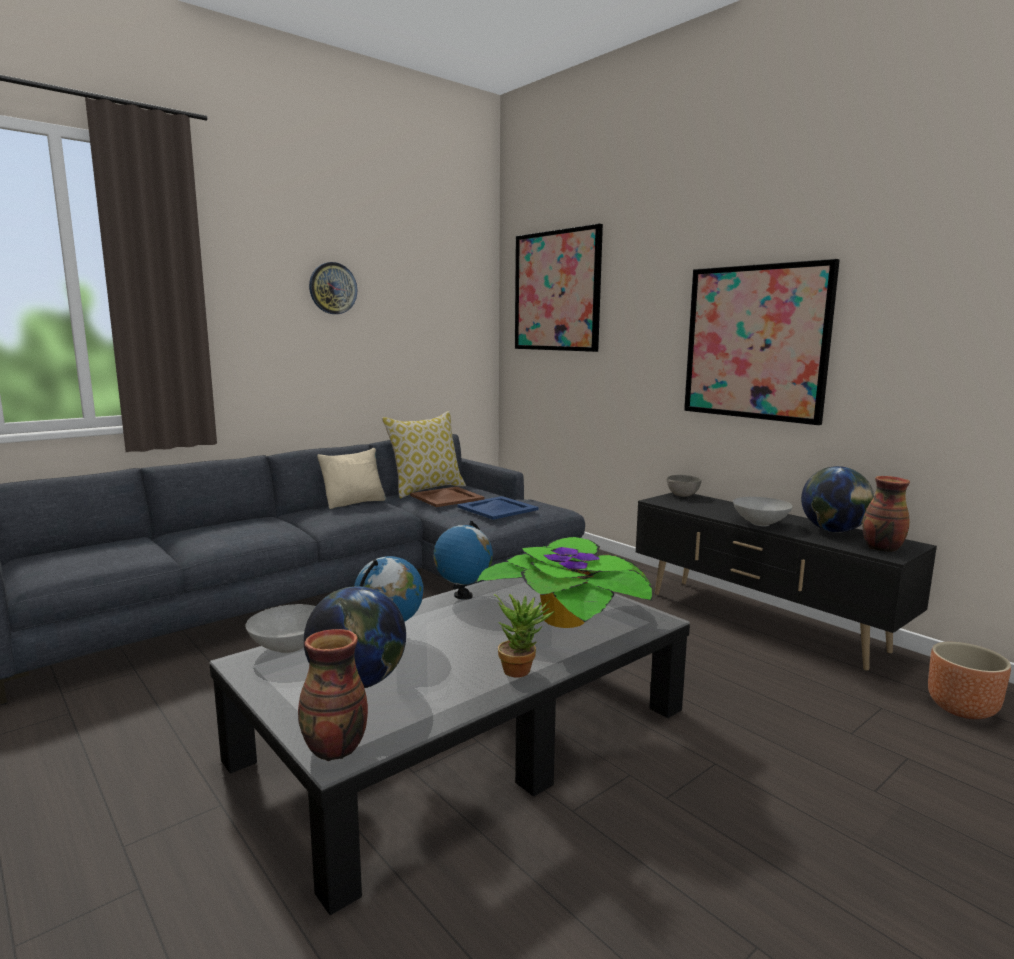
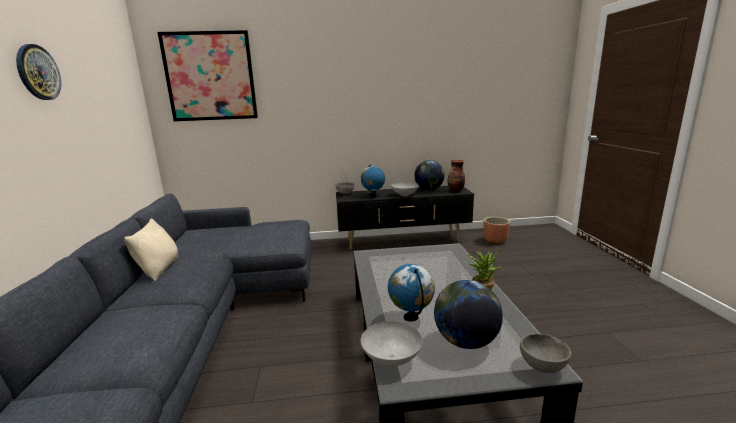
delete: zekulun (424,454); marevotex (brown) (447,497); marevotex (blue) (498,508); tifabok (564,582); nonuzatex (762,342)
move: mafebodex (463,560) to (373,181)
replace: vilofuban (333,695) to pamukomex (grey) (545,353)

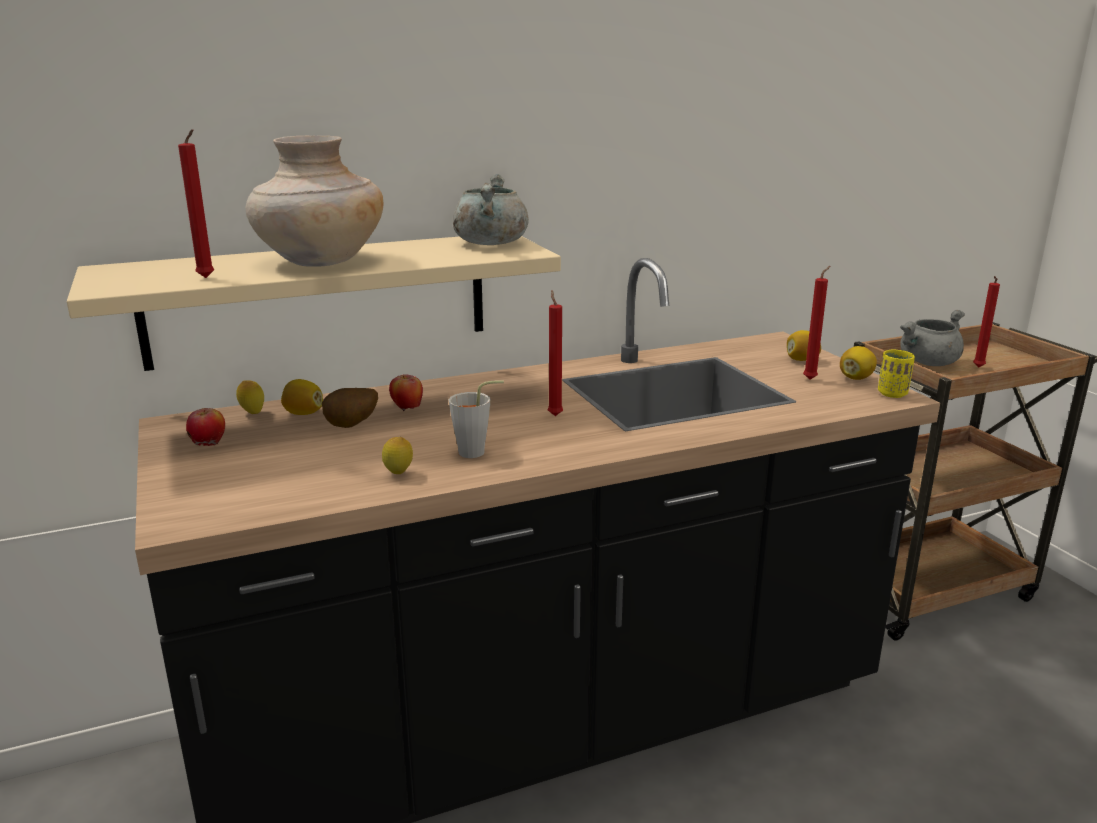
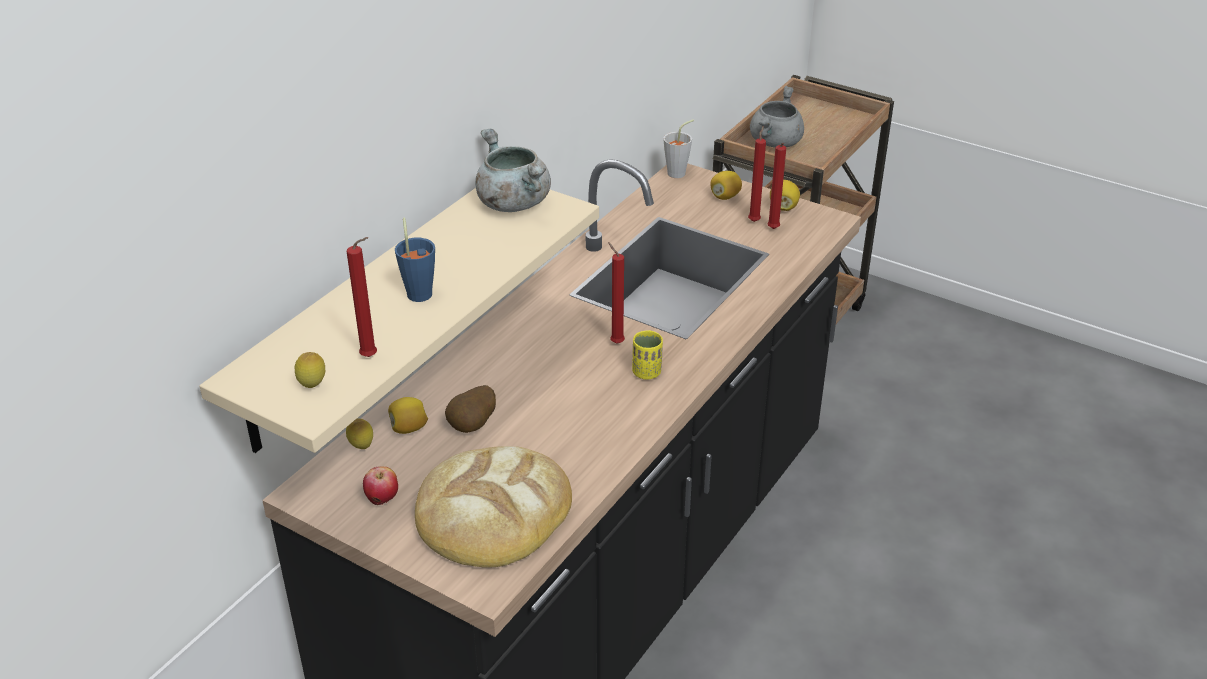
delete: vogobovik (406,392)
insert: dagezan (493,507)
move: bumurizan (397,455) to (310,370); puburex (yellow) (896,374) to (647,355); puburex (grey) (476,419) to (678,148); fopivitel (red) (986,322) to (776,186)
replace: vilofuban (beige) (314,201) to puburex (blue) (415,260)

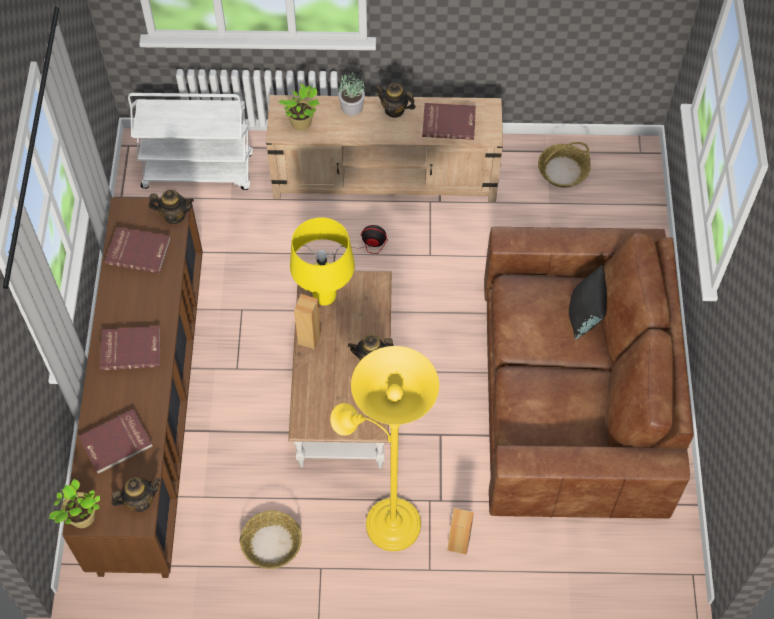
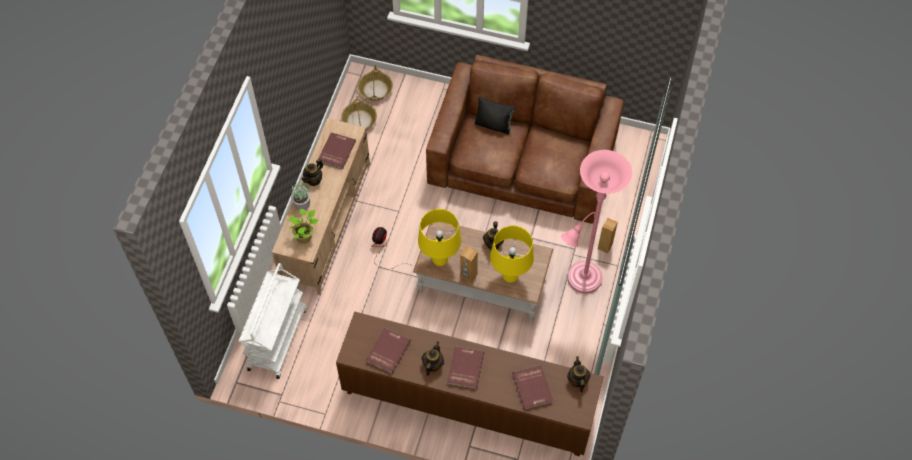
delete: tifabok (74,503)
insert: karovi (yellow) (512,254)
move: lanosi (271,539) to (375,83); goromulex (171,207) to (433,358)
recolor: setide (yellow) (384,448) to setide (pink) (596,221)

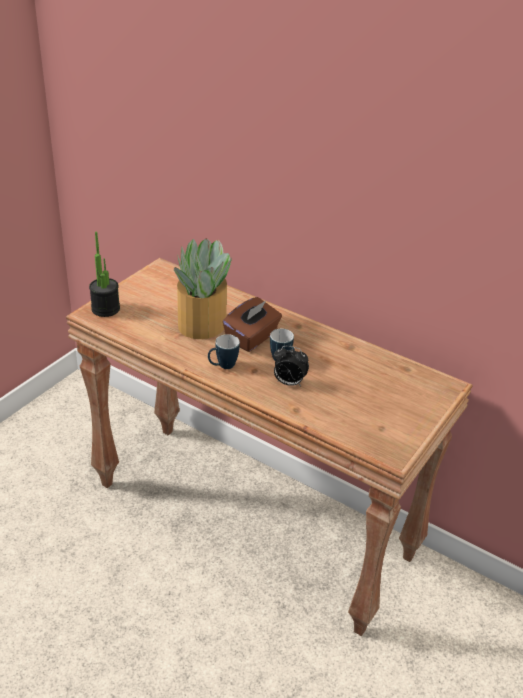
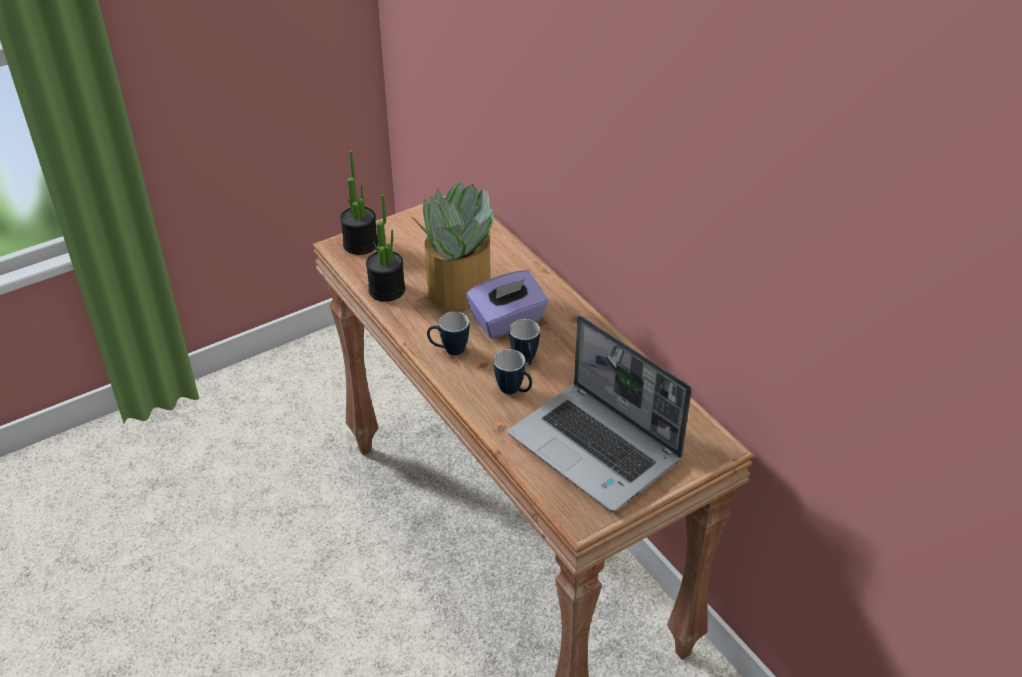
insert: tifabok (385,248); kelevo (600,413)
replace: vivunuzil (291,366) to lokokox (513,371)
recolor: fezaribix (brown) (252,324) to fezaribix (purple) (507,304)

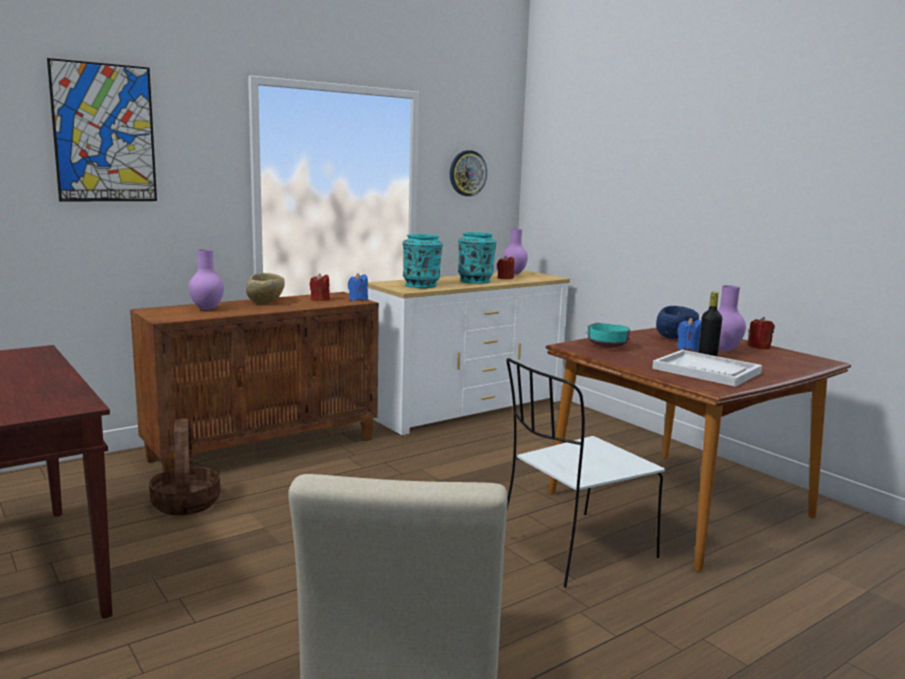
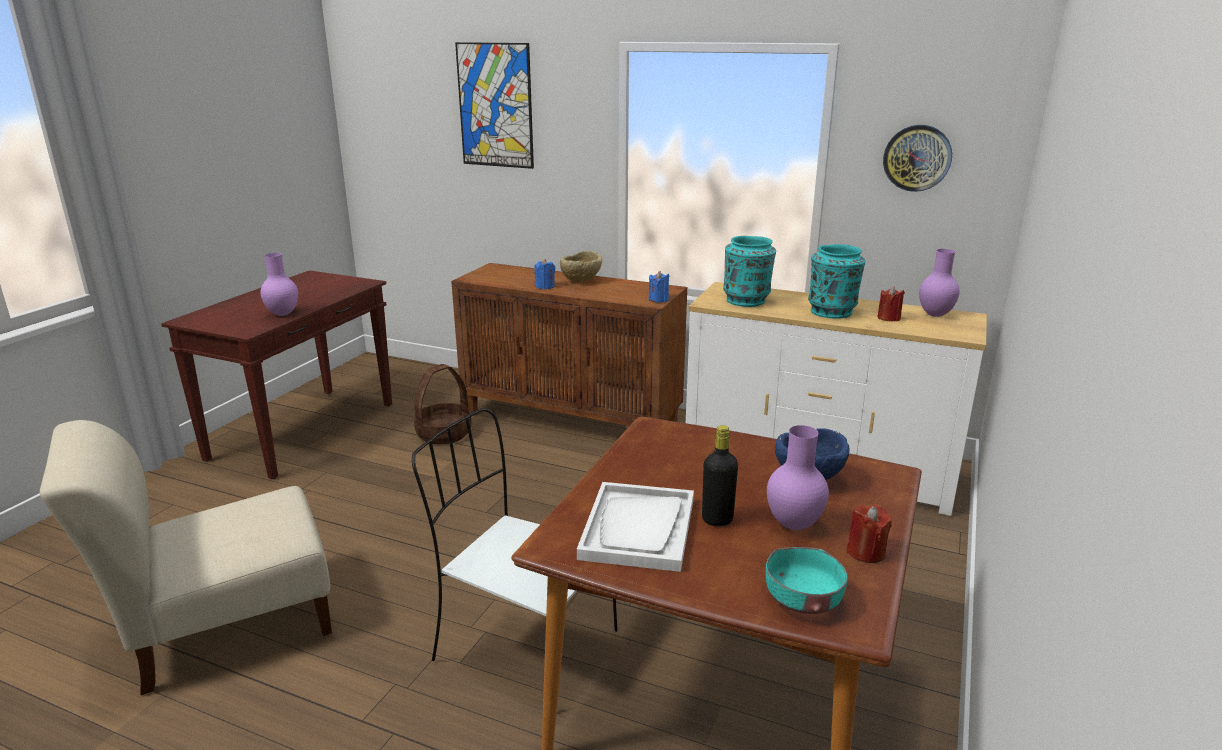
delete: fopivitel (red) (320,287)
move: vilofuban (purple) (206,279) to (279,284); fopivitel (blue) (689,334) to (544,274); pamukomex (turquoise) (608,335) to (807,580)

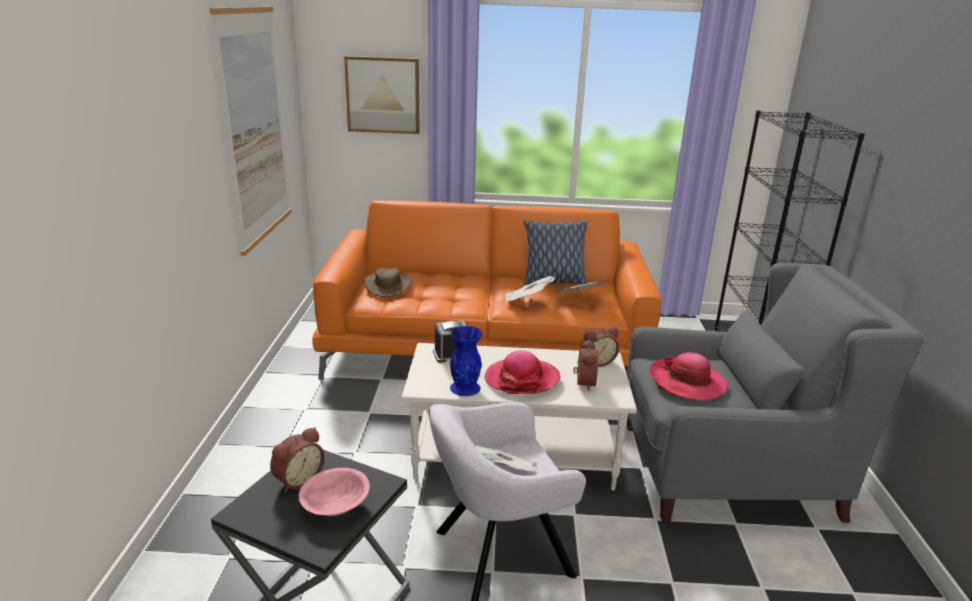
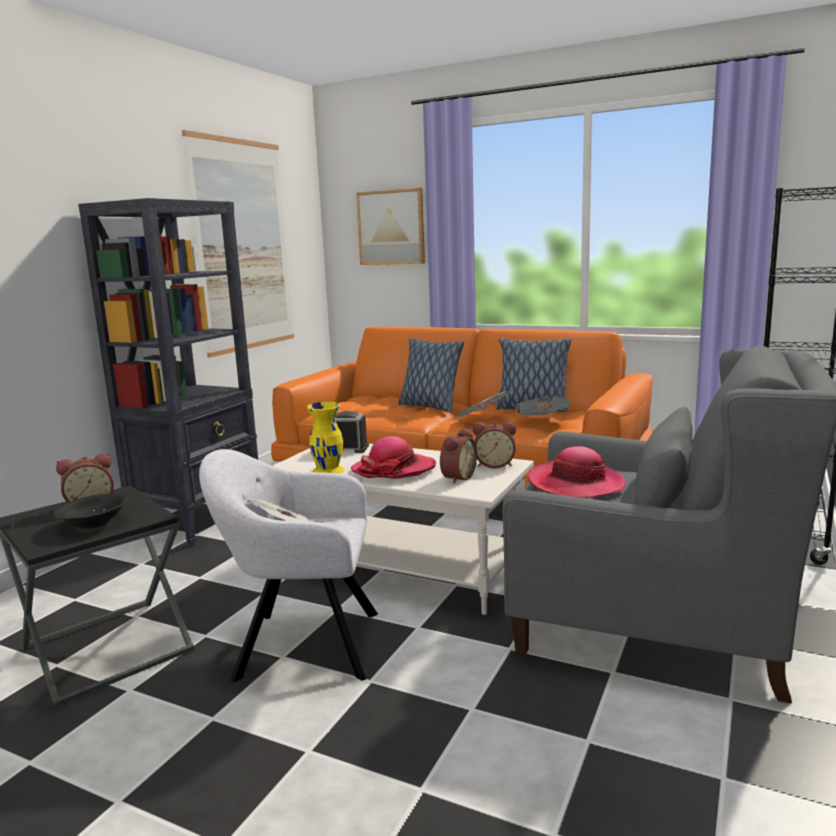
delete: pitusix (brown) (387,282)
insert: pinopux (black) (168,372); zekulun (431,375)
recolor: pamukomex (pink) (334,492) to pamukomex (black) (90,511); vilofuban (blue) (466,361) to vilofuban (yellow) (326,438)

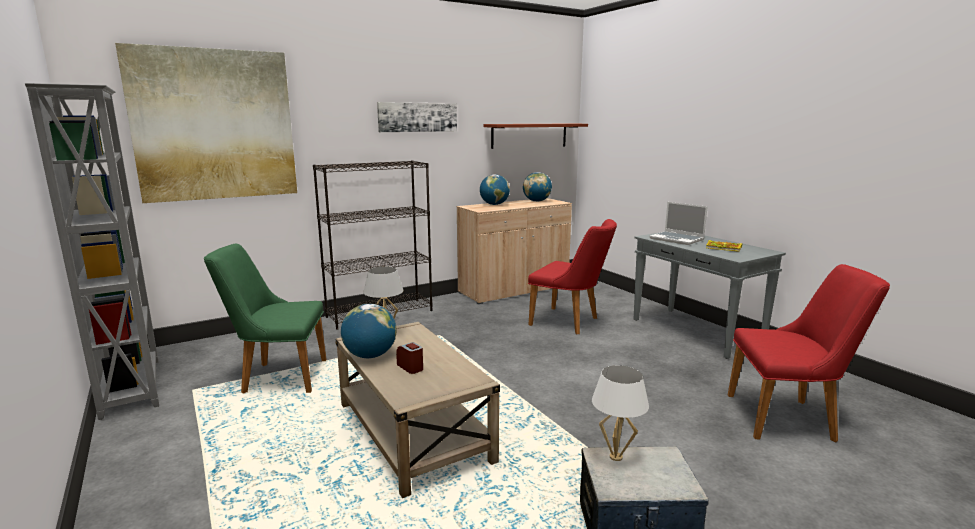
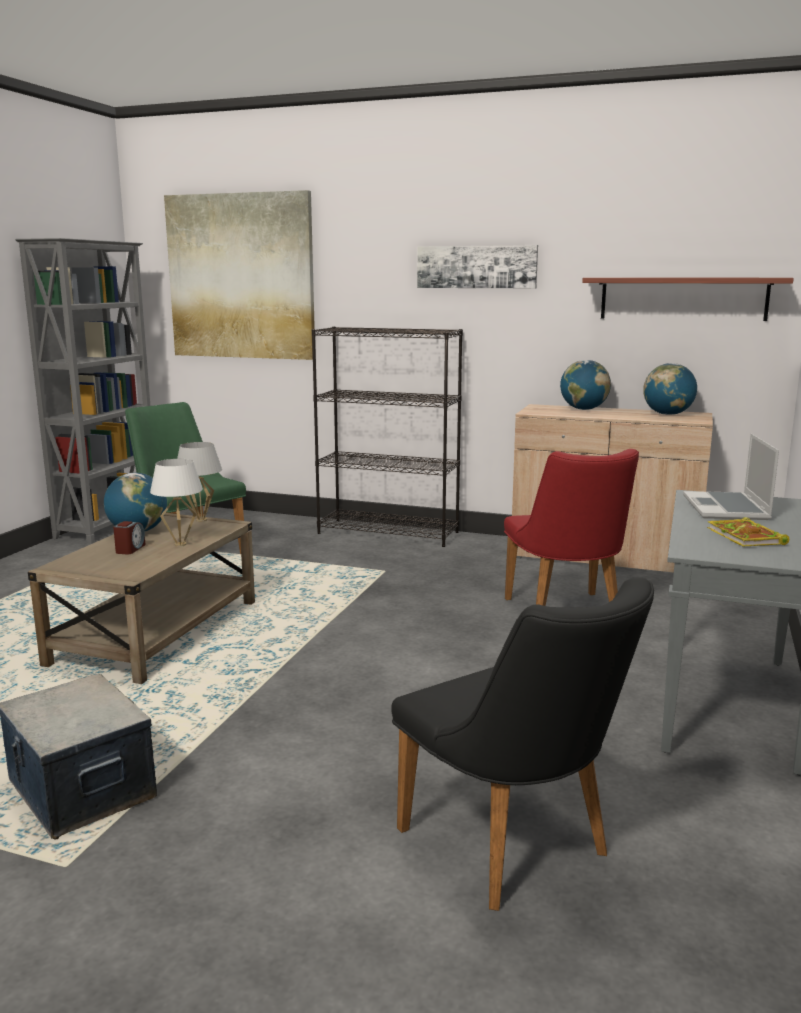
move: karovi (white) (620,413) to (176,503)
recolor: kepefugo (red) (809,353) to kepefugo (black) (522,744)

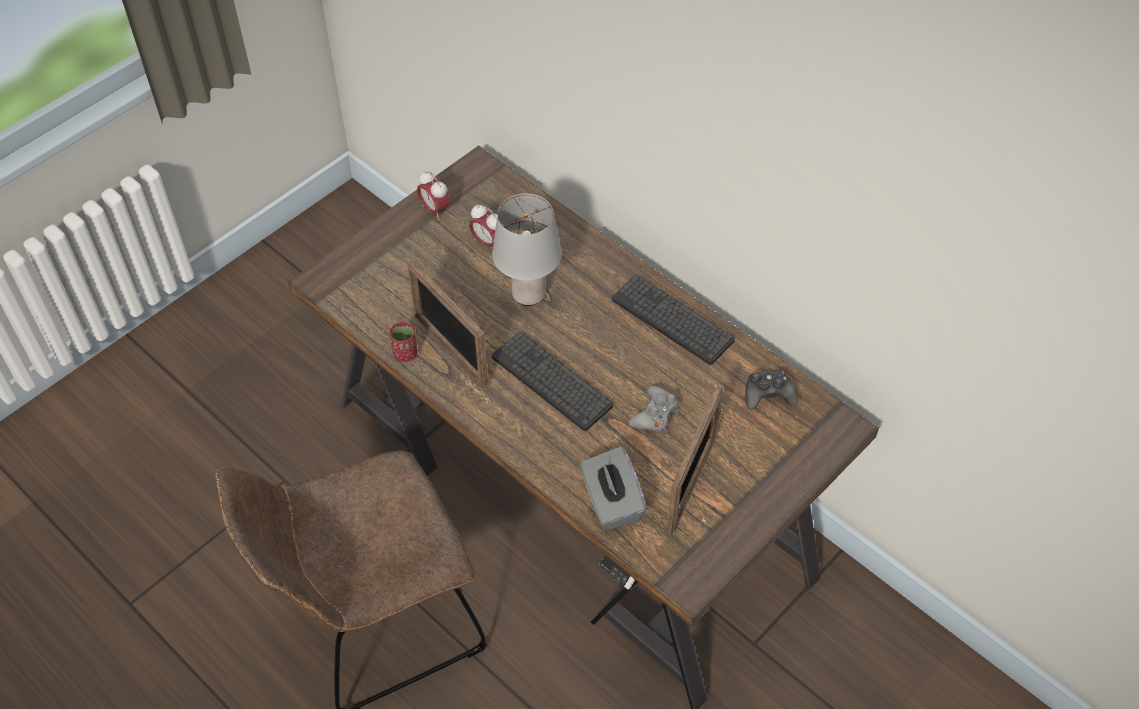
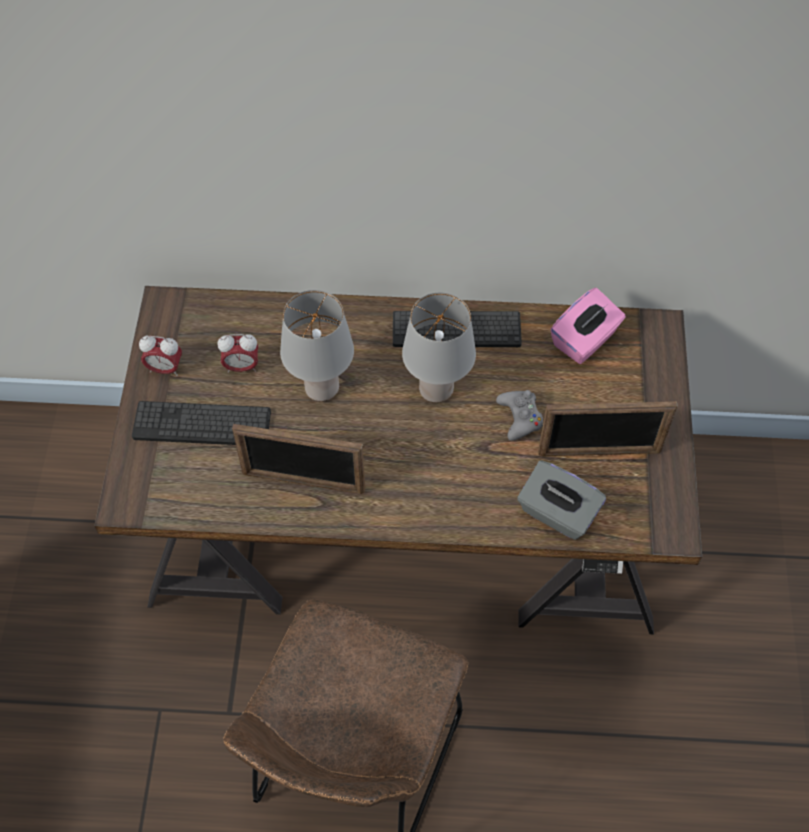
delete: puburex (red) (403,342)
insert: karovi (grey) (439,347)
move: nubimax (552,381) to (201,423)
replace: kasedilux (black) (771,390) to fezaribix (pink) (588,326)
rotate: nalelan (695,460) = (607,429) 105 degrees clockwise

